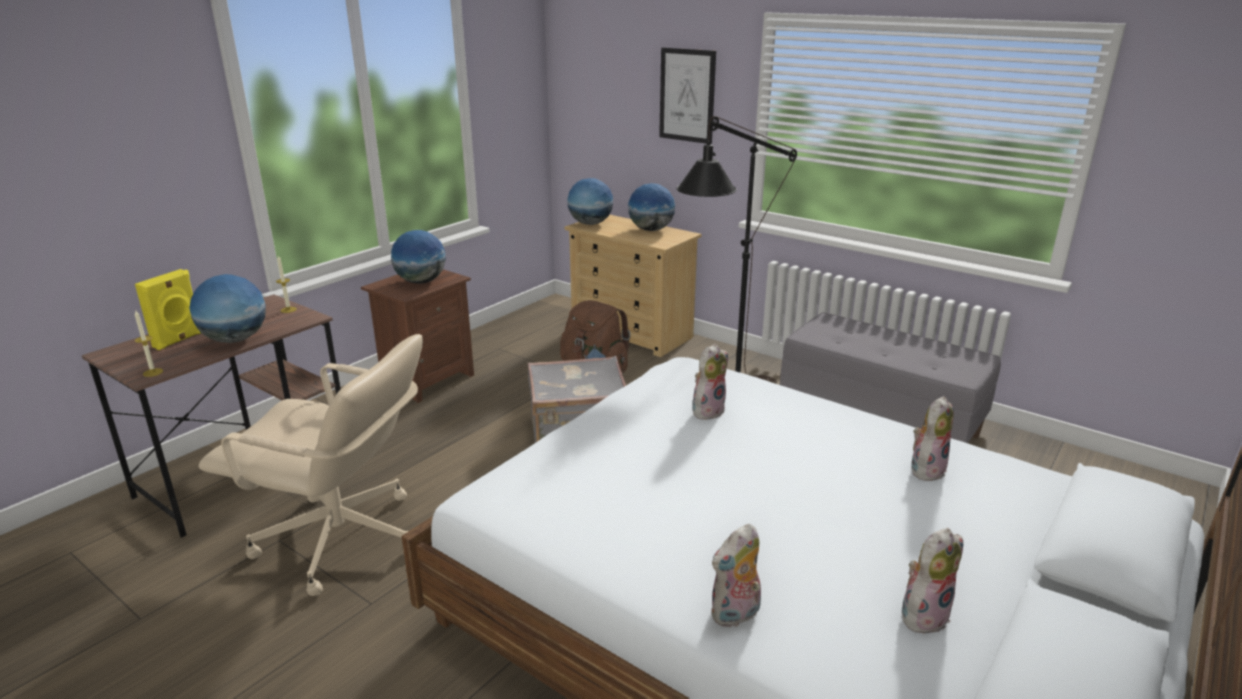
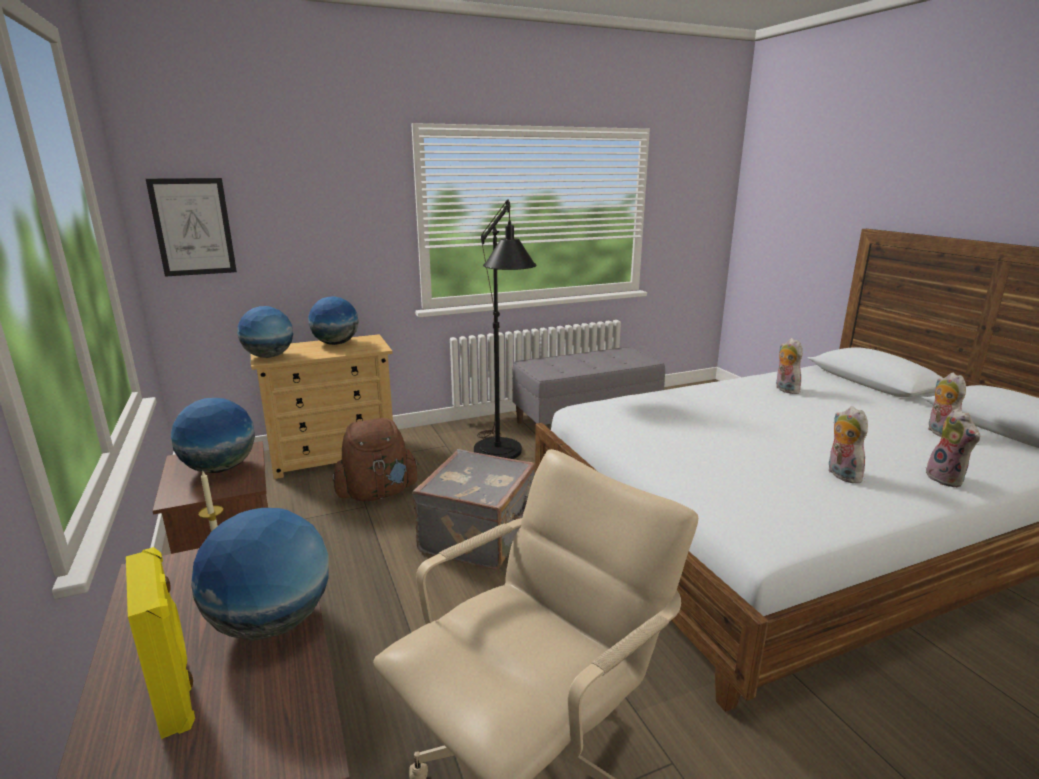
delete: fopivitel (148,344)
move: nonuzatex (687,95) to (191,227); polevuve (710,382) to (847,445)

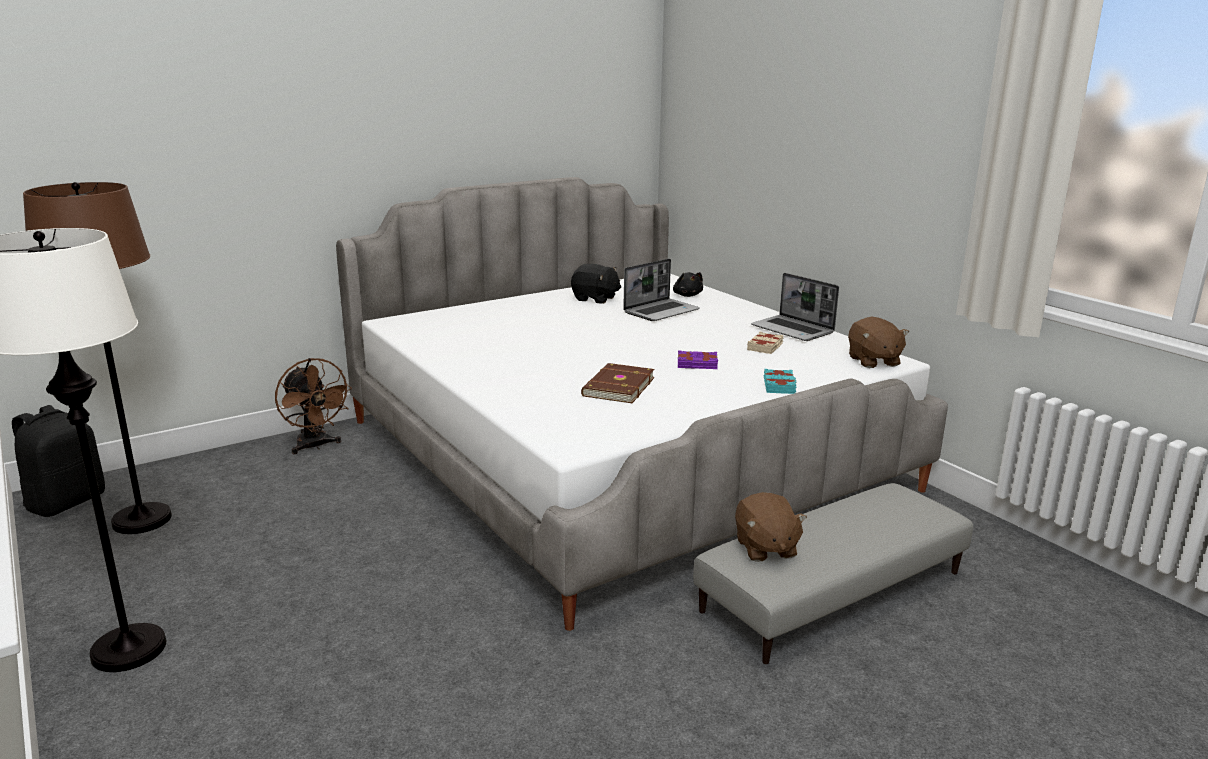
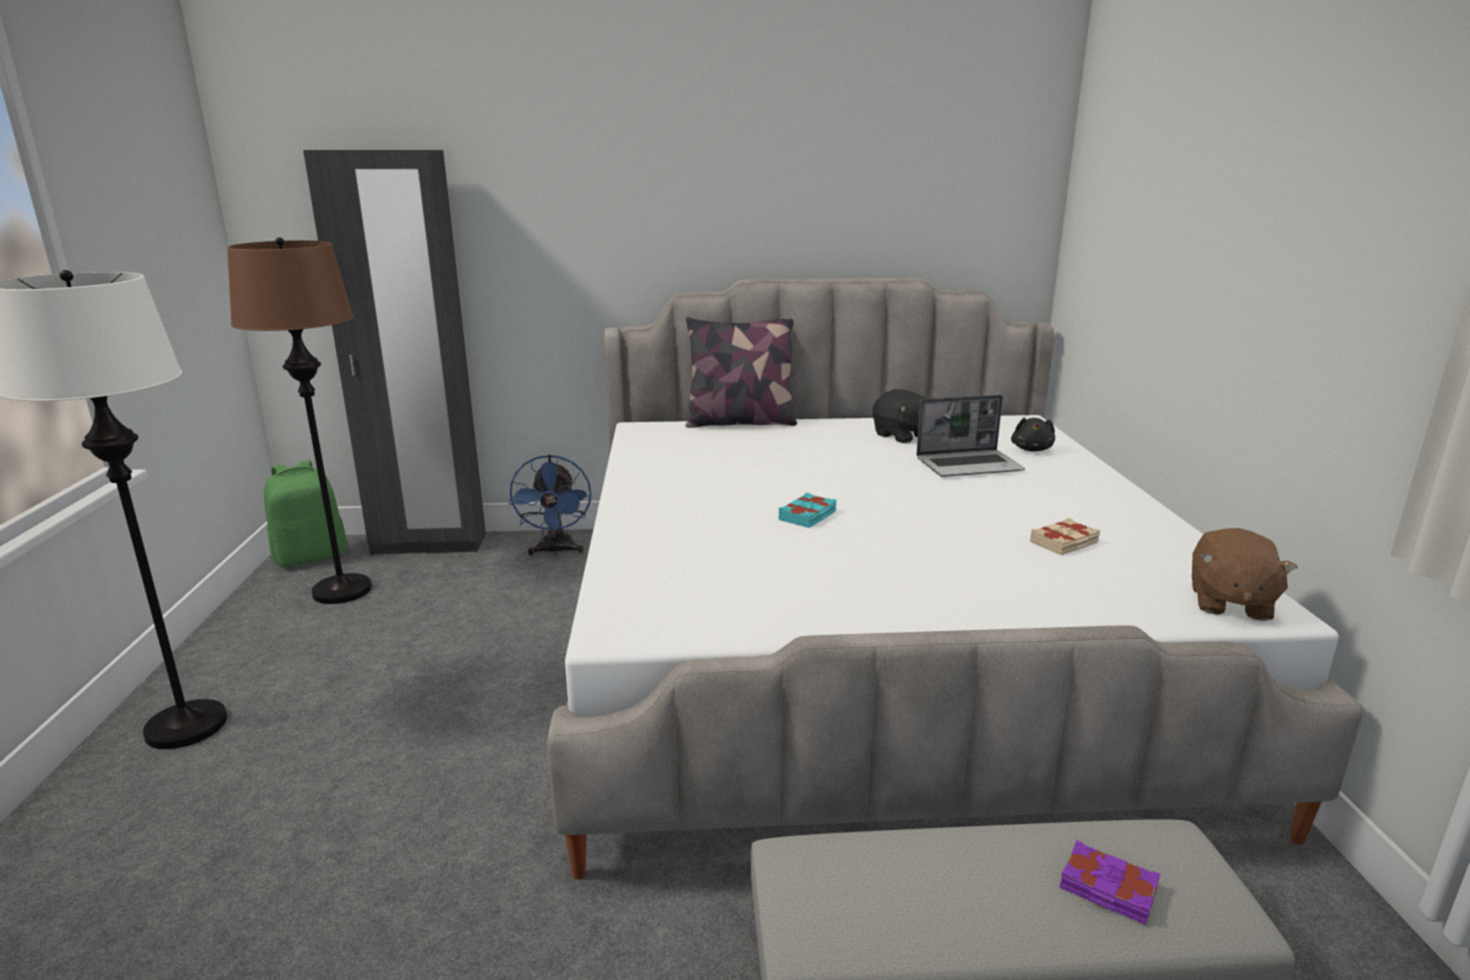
delete: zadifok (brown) (617,383); polevuve (brown) (771,527); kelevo (795,307)
insert: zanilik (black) (394,352); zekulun (741,372)
move: zadifok (turquoise) (780,381) to (808,510); zadifok (purple) (698,359) to (1110,882)
recolor: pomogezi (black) (58,461) to pomogezi (green) (306,513); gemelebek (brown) (313,406) to gemelebek (blue) (550,505)

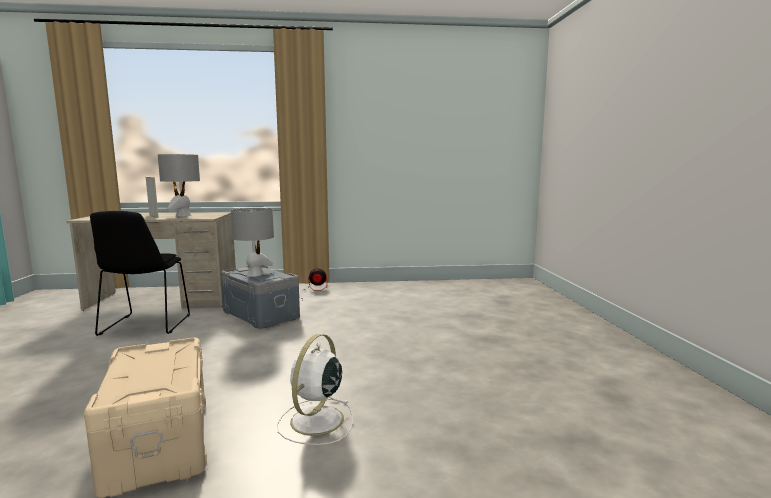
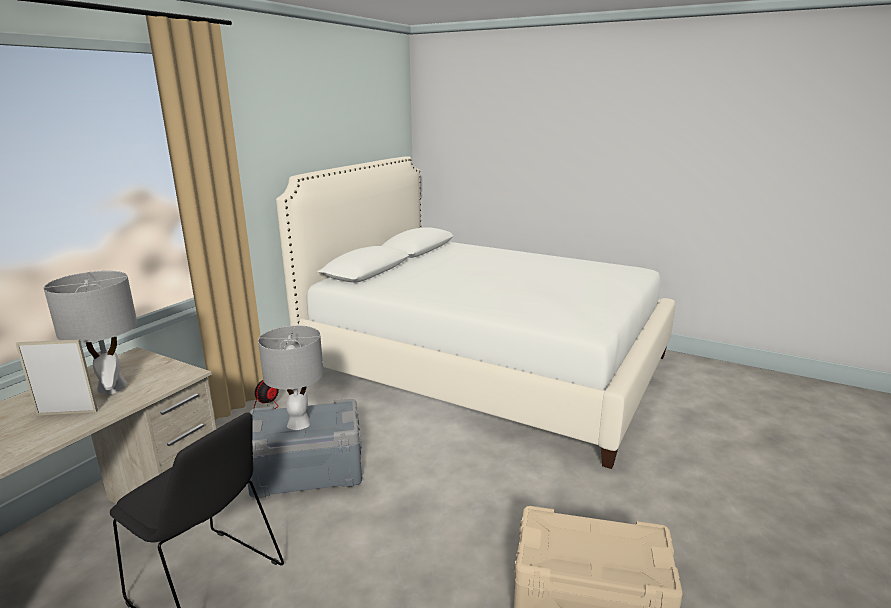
delete: gemelebek (white) (315,389)
insert: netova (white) (475,312)

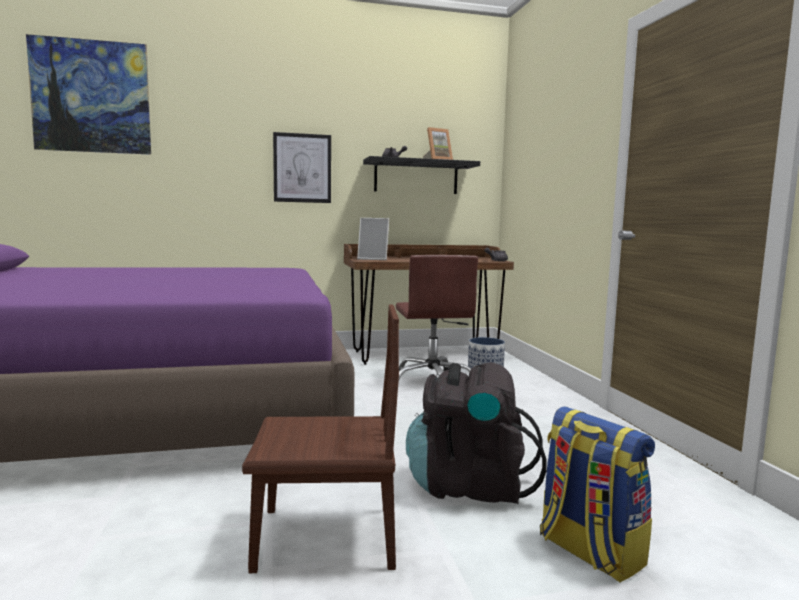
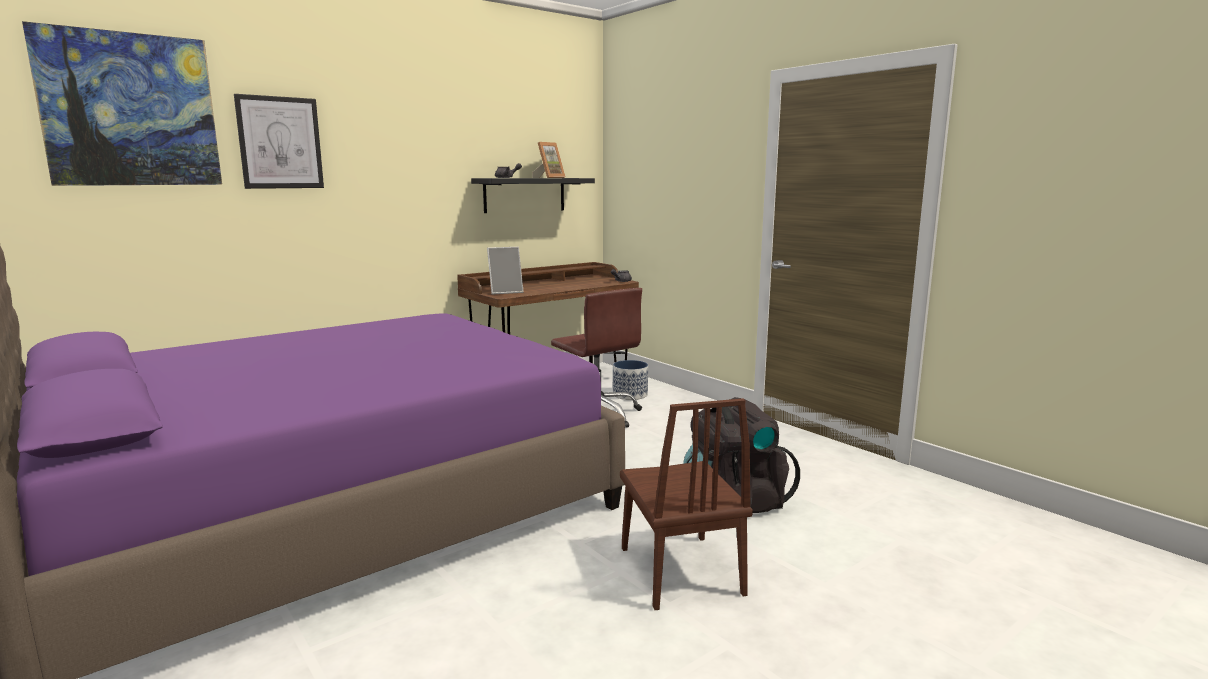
delete: pomogezi (597,494)
move: nonuzatex (302,167) to (279,141)
rotate: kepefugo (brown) (320,438) = (686,504) 105 degrees clockwise

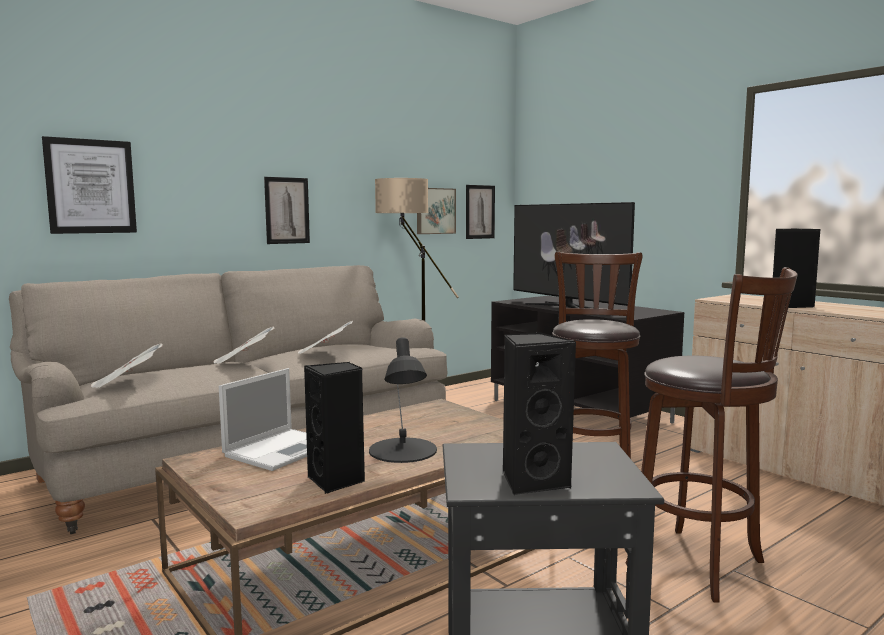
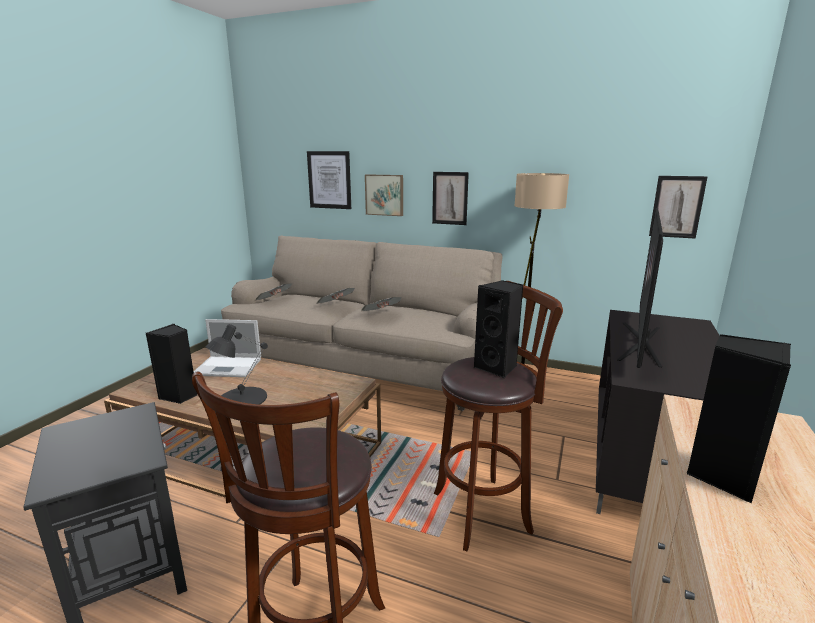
move: nonuzatex (436,211) to (384,195); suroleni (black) (539,414) to (498,329)

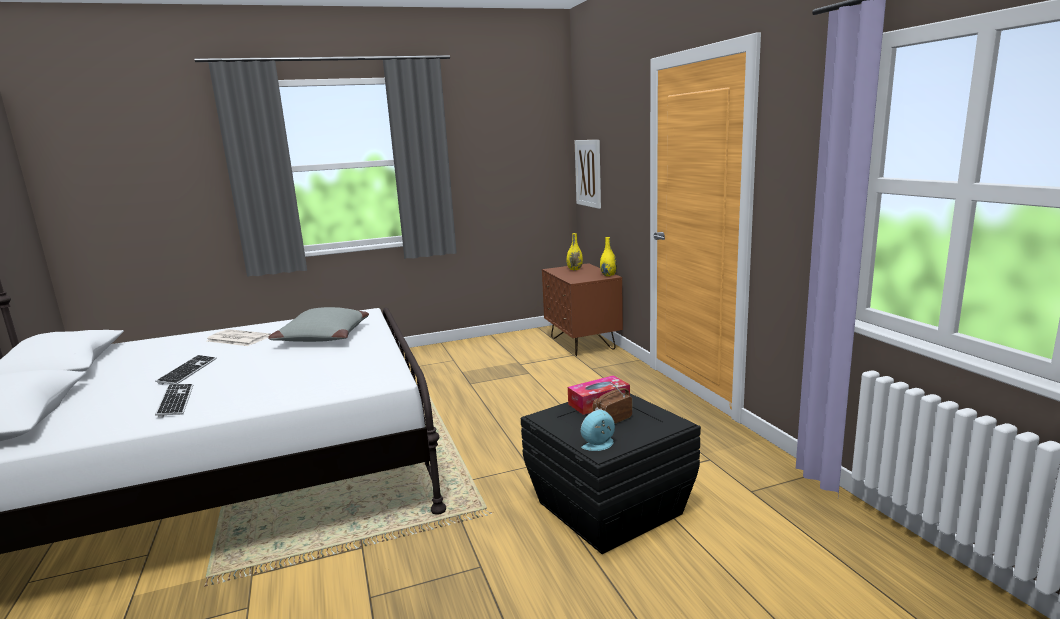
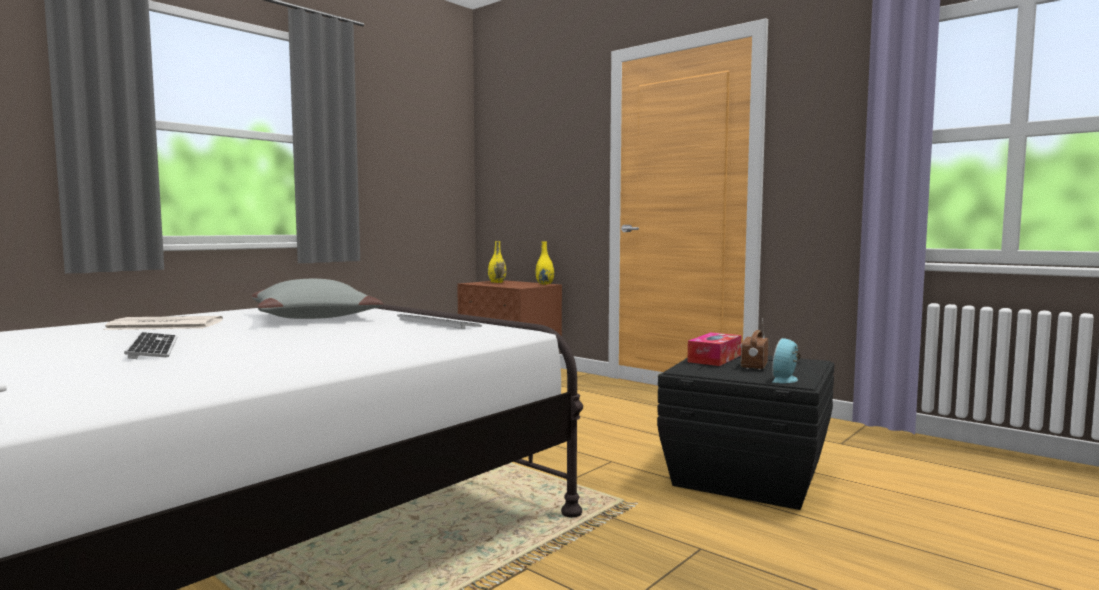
delete: nonuzatex (588,174)
move: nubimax (174,401) to (439,321)

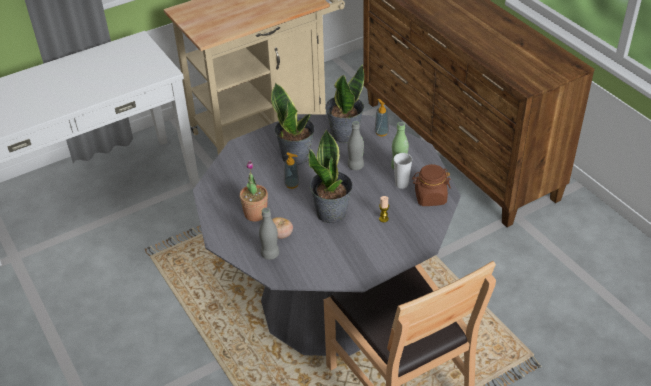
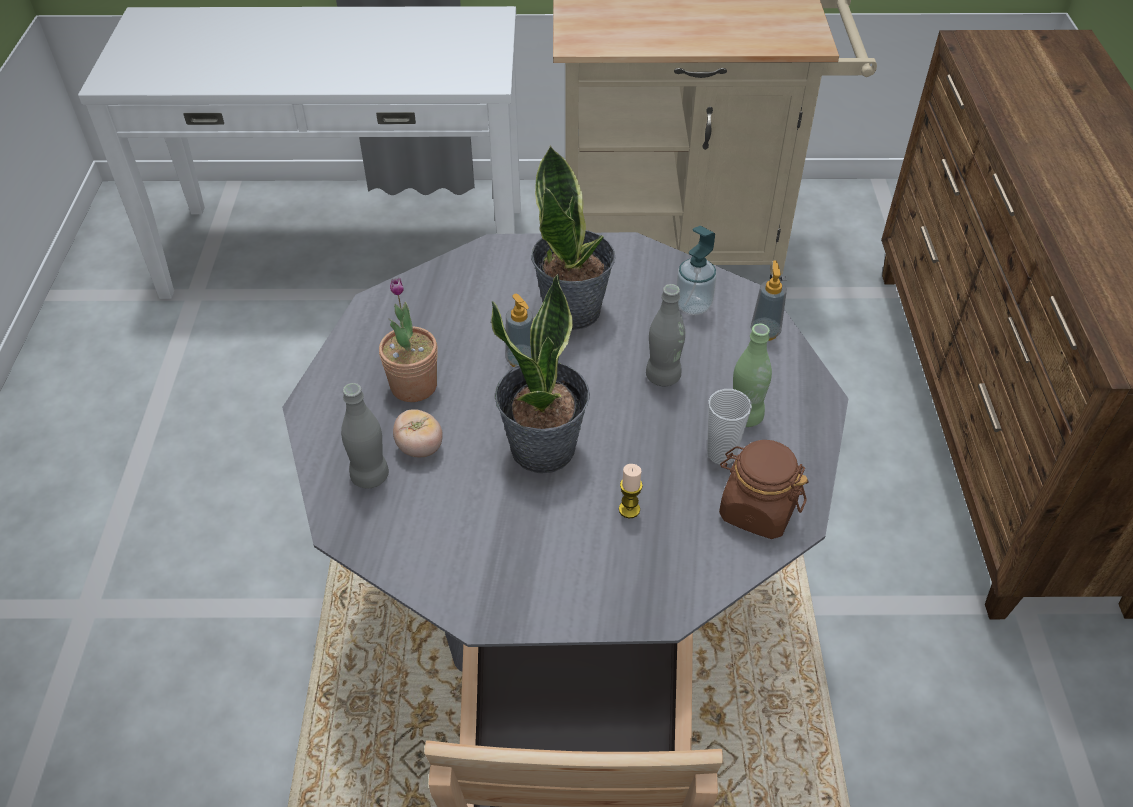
replace: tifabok (344,103) to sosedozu (696,270)

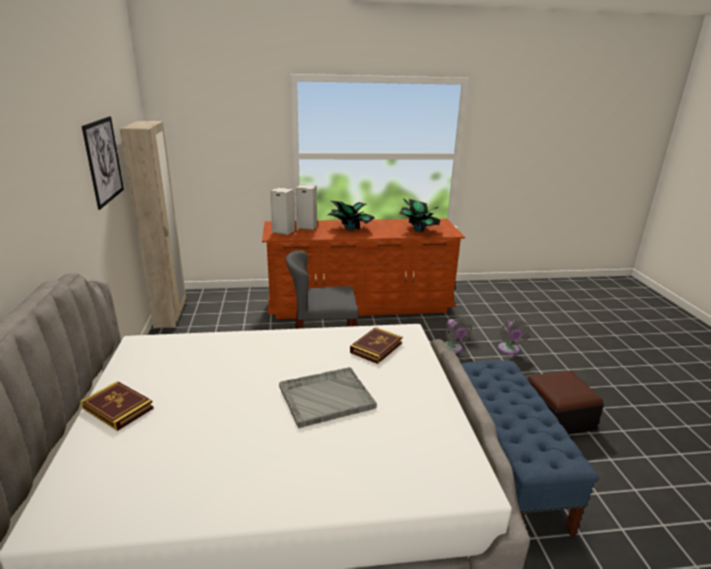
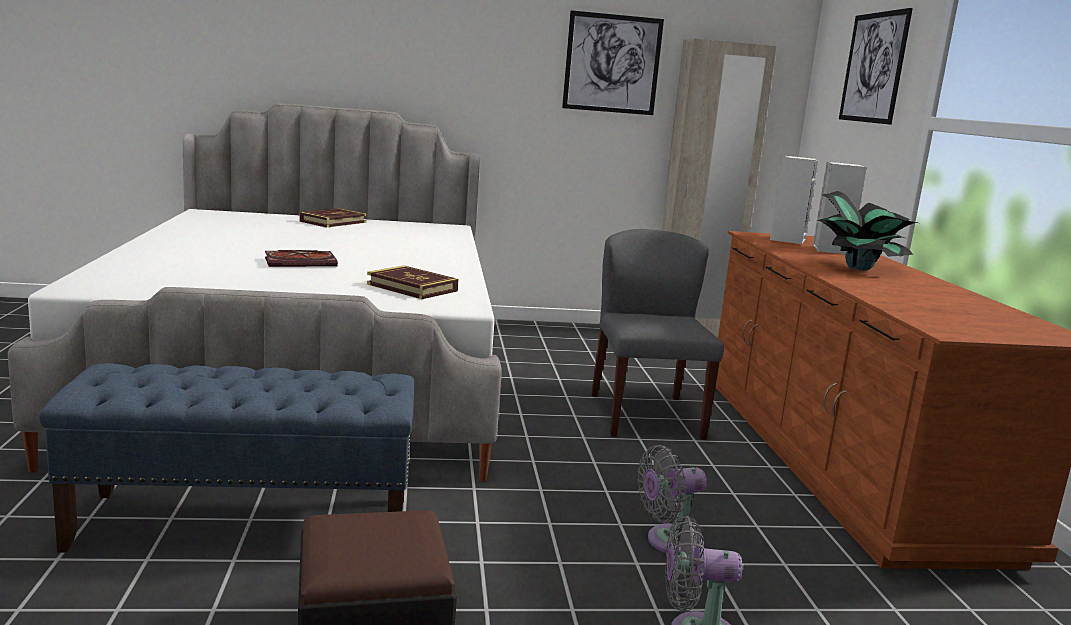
delete: tifabok (419,215)
insert: nonuzatex (876,66)
replace: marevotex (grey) (328,397) to zadifok (301,258)

